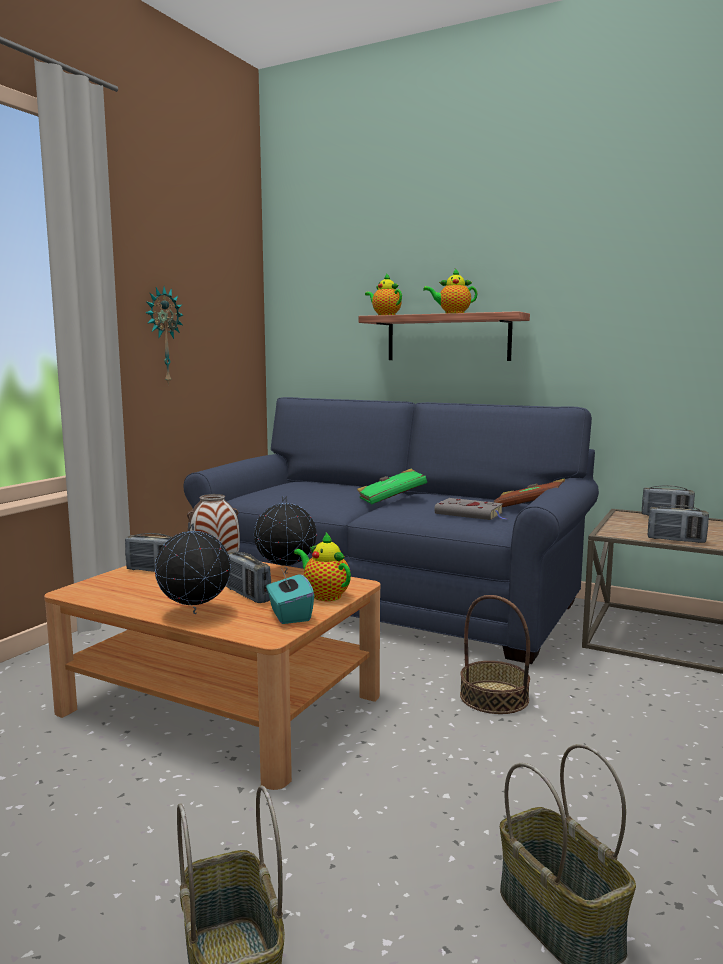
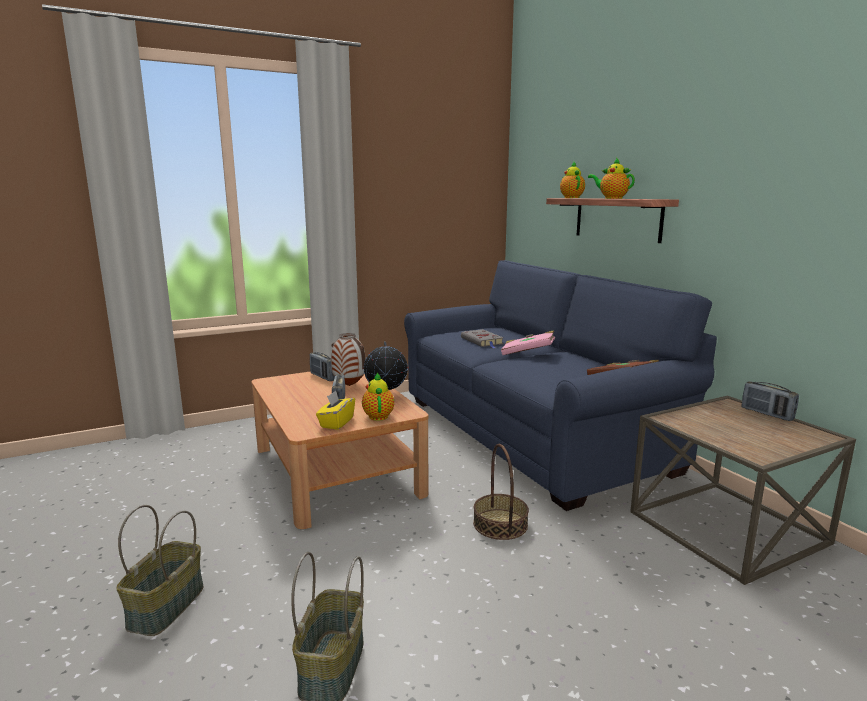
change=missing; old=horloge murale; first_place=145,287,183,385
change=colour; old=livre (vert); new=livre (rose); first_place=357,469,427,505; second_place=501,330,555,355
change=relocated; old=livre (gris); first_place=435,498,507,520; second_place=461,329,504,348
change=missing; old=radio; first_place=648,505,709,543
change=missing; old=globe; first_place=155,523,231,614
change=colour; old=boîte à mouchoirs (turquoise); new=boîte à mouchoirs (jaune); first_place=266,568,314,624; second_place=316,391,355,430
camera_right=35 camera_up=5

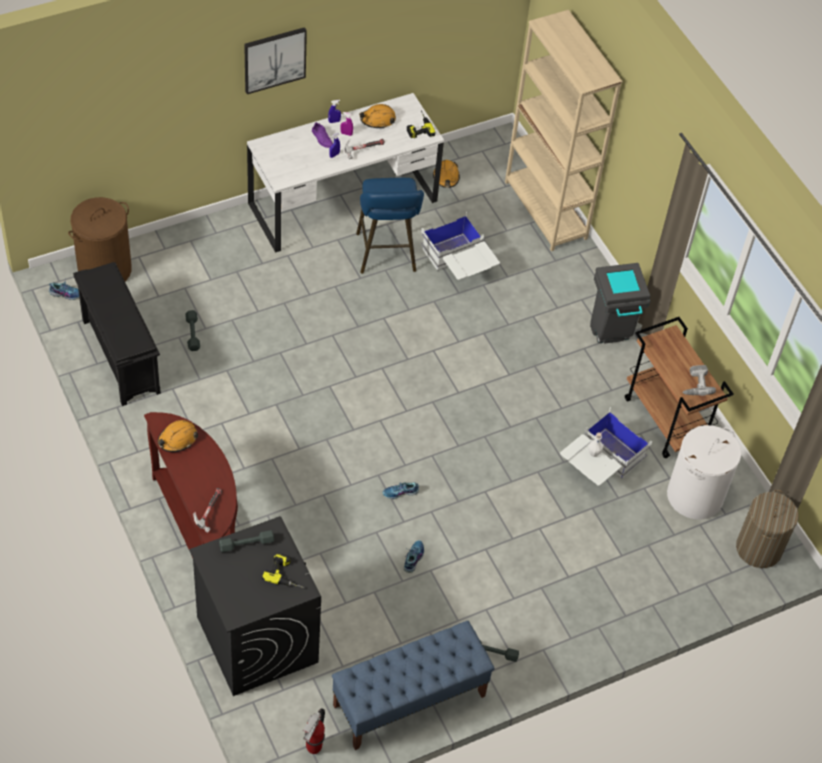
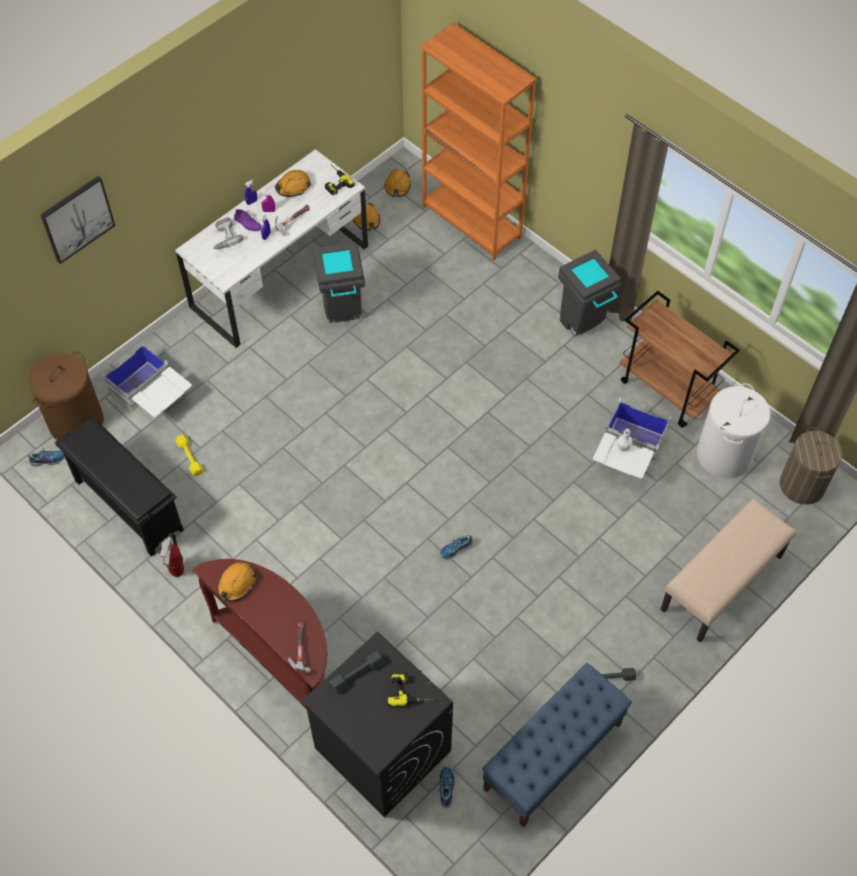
change=colour; old=bibliothèque (beige); new=bibliothèque (orange); first_place=505,10,622,251; second_place=421,22,537,260
change=relocated; old=tableau; first_place=244,27,307,94; second_place=40,176,115,264
change=exchanged; old=tabouret (bleu); new=poubelle (gris); first_place=356,178,424,274; second_place=313,242,365,322
change=relocated; old=boîte de rangement (blanc); first_place=421,212,500,280; second_place=101,341,192,417
change=colour; old=haltère (gris); new=haltère (jaune); first_place=185,310,200,351; second_place=175,434,204,476
change=relocated; old=perceuse; first_place=682,365,716,396; second_place=213,217,244,249
change=relocated; old=chaussure; first_place=404,540,424,573; second_place=438,766,455,808
change=relocated; old=extincteur; first_place=303,708,325,754; second_place=159,533,184,577
change=appeared; new=casque de chantier (orange); second_place=384,169,411,197
change=appeared; new=banc (beige); second_place=661,499,796,642
camera_right=-15 camera_up=5

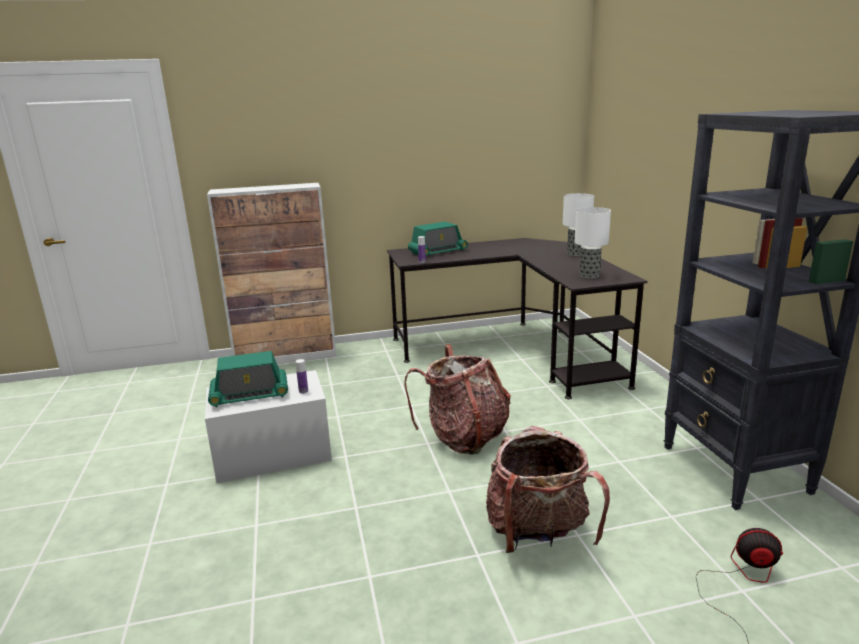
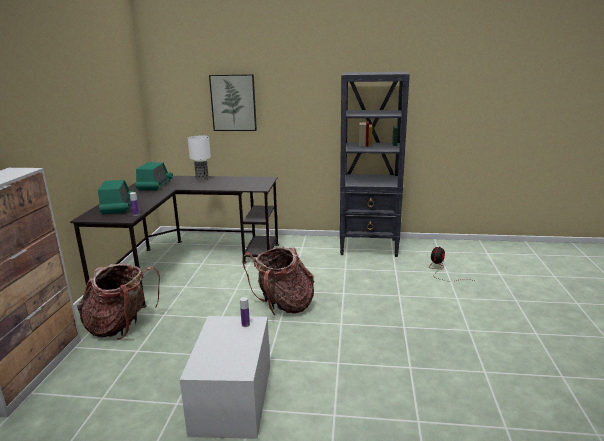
change=missing; old=lampe de table; first_place=575,207,611,278
change=relocated; old=radio; first_place=208,351,288,407; second_place=135,162,173,191
change=relocated; old=sac à dos; first_place=486,426,610,553; second_place=77,264,160,340
change=appeared; new=tableau; second_place=209,74,257,131
camera_right=-70 camera_up=0

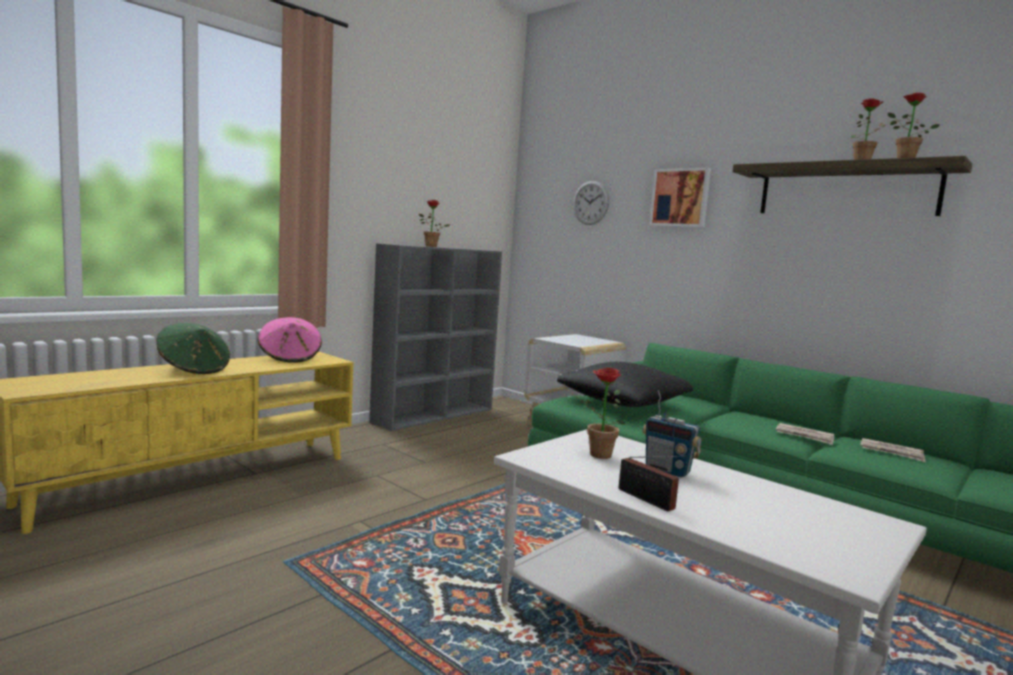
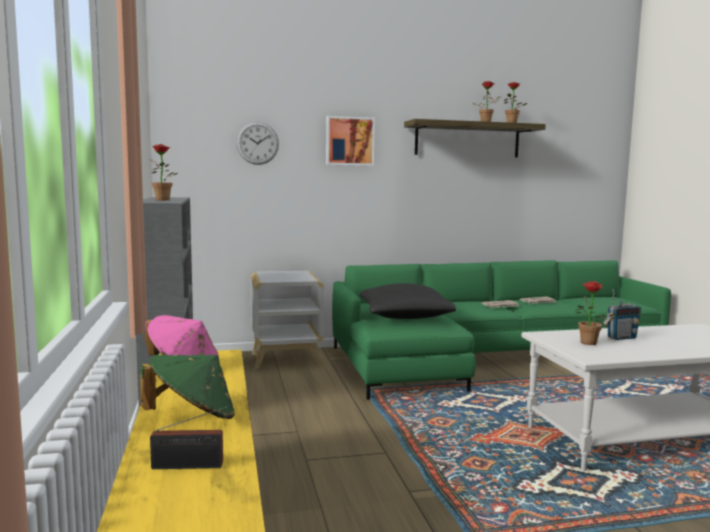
change=relocated; old=radio; first_place=618,455,687,511; second_place=150,406,230,469
camera_right=-55 camera_up=0

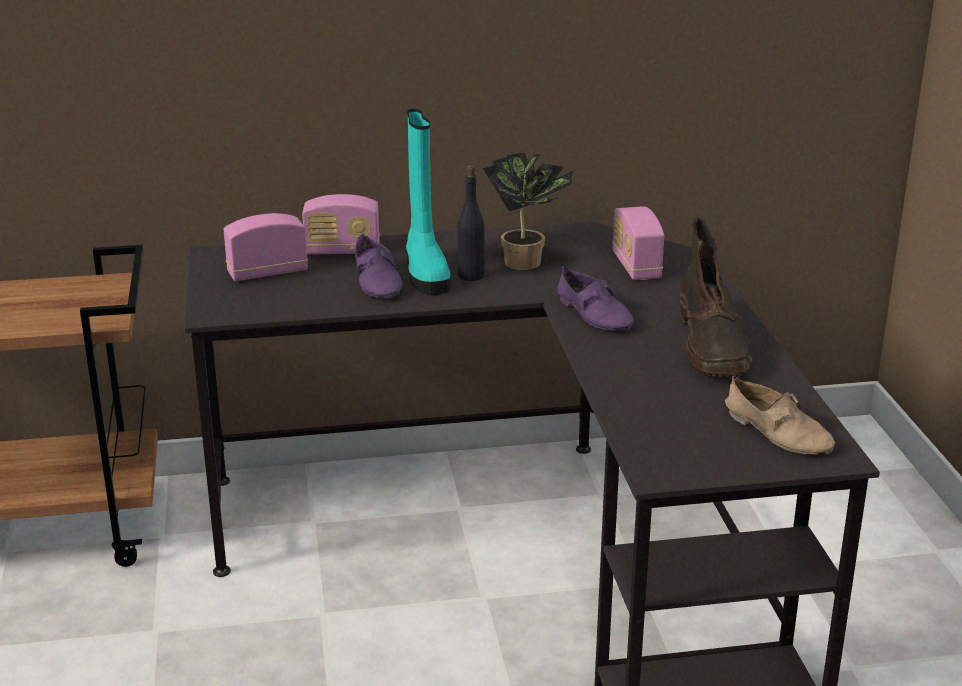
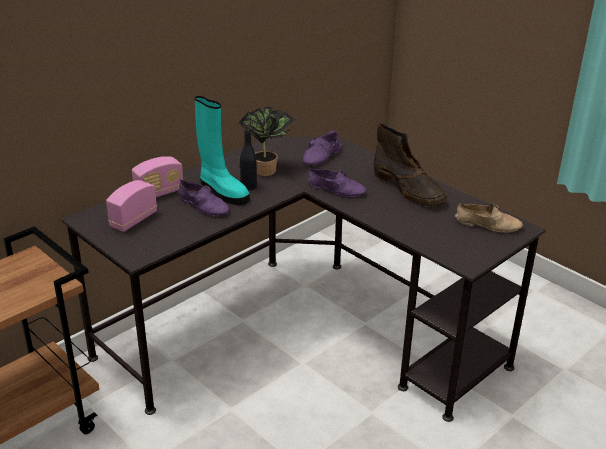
change=exchanged; old=radio; new=chaussure (violet); first_place=612,206,664,280; second_place=303,130,341,166
camera_right=-35 camera_up=5

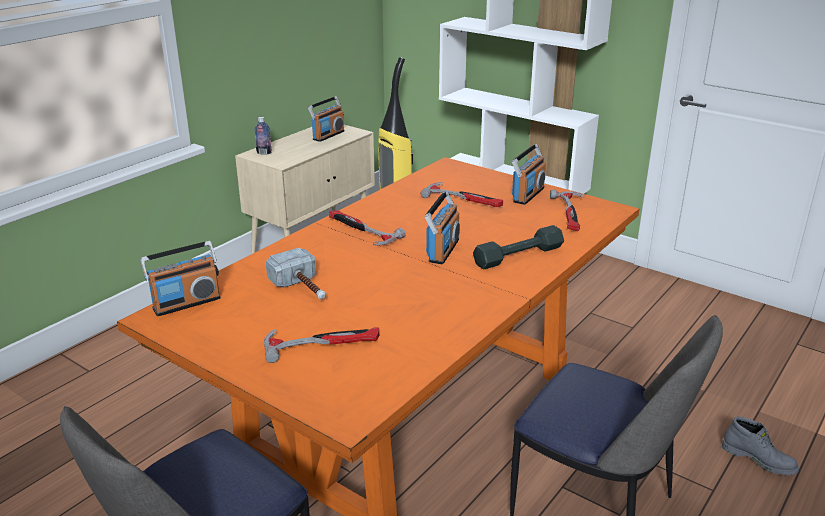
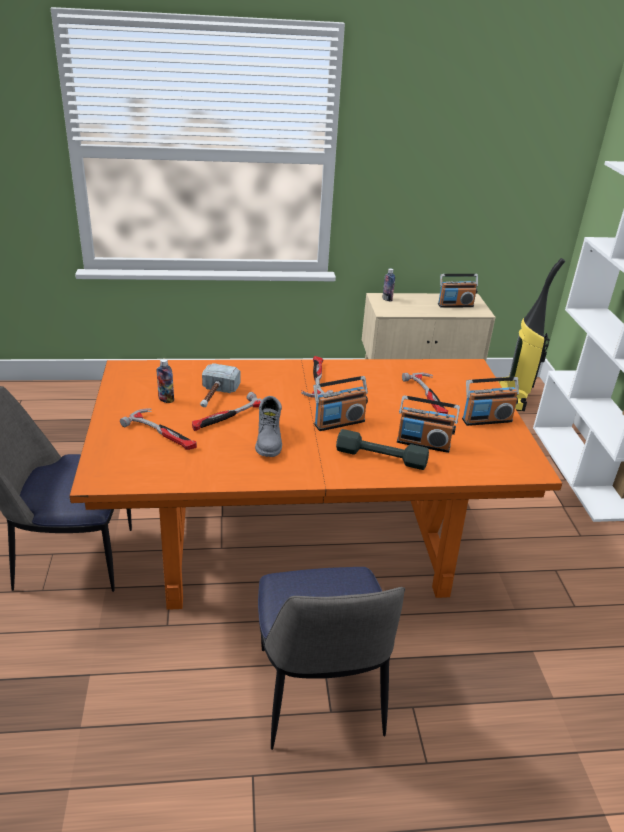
change=relocated; old=marteau; first_place=550,189,584,231; second_place=192,392,262,431
change=relocated; old=radio; first_place=140,241,221,316; second_place=397,395,460,453
change=relocated; old=botte (gris); first_place=722,417,799,475; second_place=255,396,282,457
change=appeared; new=bouteille; second_place=156,358,174,403
camera_right=45 camera_up=5

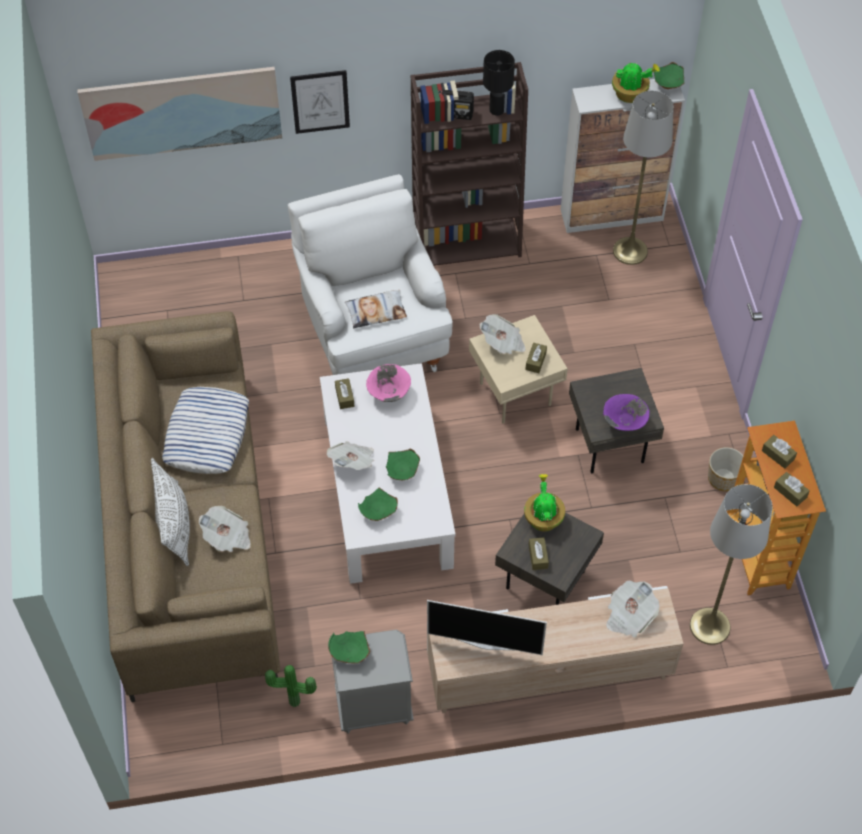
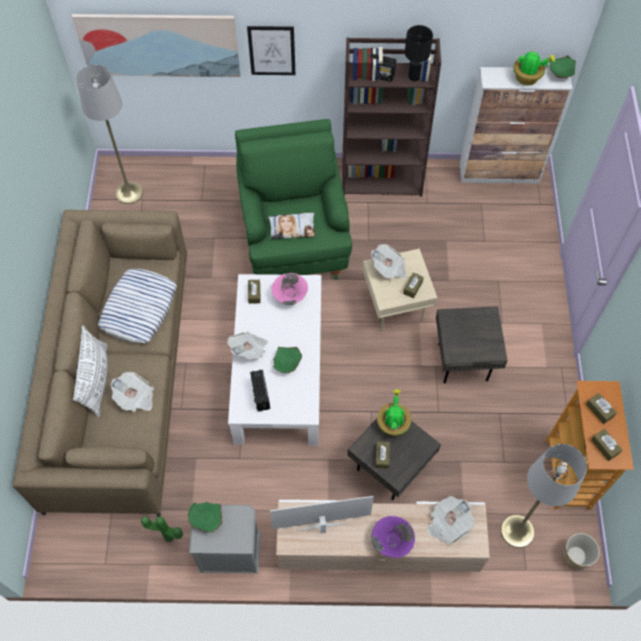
change=relocated; old=lampadaire (gris); first_place=613,91,674,265; second_place=76,65,143,204
change=colour; old=fauteuil (blanc); new=fauteuil (vert); first_place=288,174,453,375; second_place=235,119,352,280
change=relocated; old=bol (violet); first_place=603,394,649,431; second_place=371,516,415,558
change=relocated; old=cache-pot; first_place=708,447,744,491; second_place=562,533,600,570
change=exchanged; old=bol (vert); new=radio; first_place=358,487,398,521; second_place=250,370,270,411
change=spun; old=téléviseur; first_place=427,600,547,655; second_place=270,496,374,534; degrees=150
camera_right=10 camera_up=5

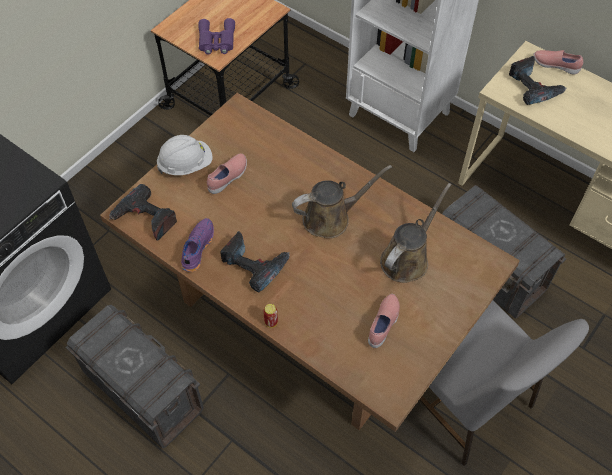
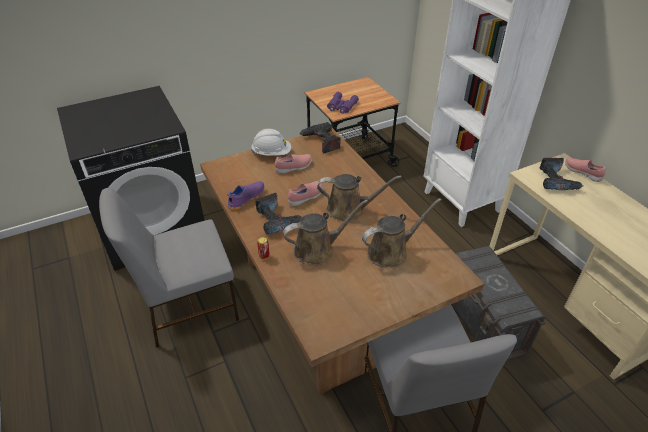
change=relocated; old=perceuse; first_place=109,184,177,241; second_place=300,122,341,153
change=relocated; old=chaussure (rose); first_place=368,294,400,348; second_place=288,181,323,206
change=exchanged; old=boîte de rangement (gris); new=chaise (gris); first_place=66,305,204,449; second_place=99,188,239,348
change=appeared; new=arrosoir (marron); second_place=283,199,368,265
camera_right=25 camera_up=-15

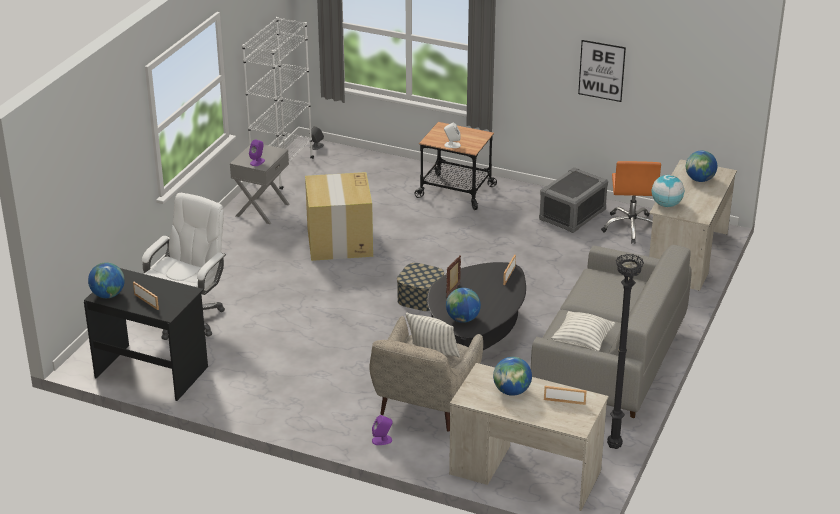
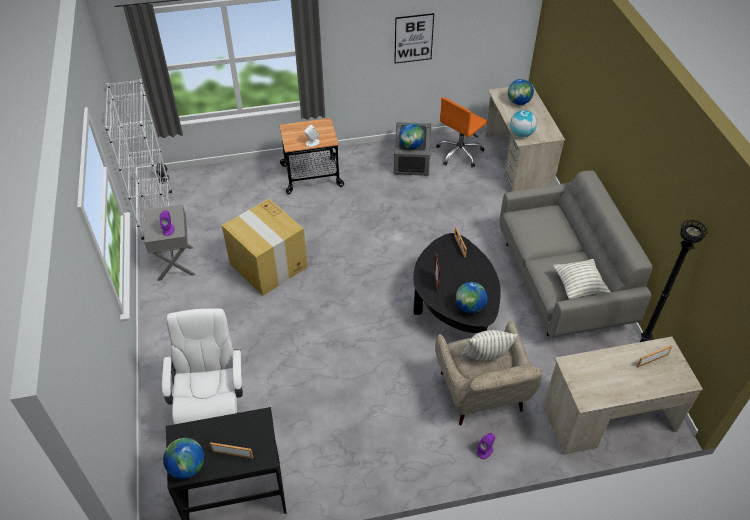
change=spun; old=chaise de bureau (orange); first_place=601,161,661,244; second_place=436,97,488,168; degrees=75
change=missing; old=boîte de rangement; first_place=397,263,444,311
change=relocated; old=globe; first_place=493,357,532,396; second_place=399,123,425,149
camera_right=-35 camera_up=15

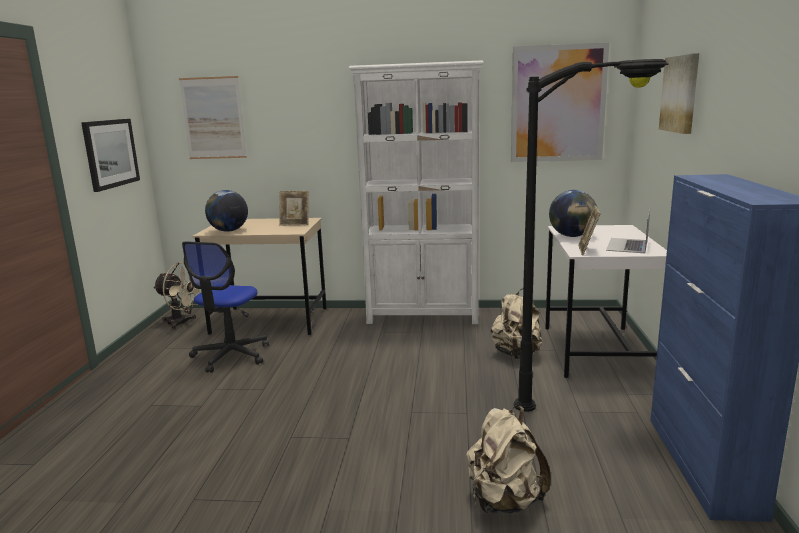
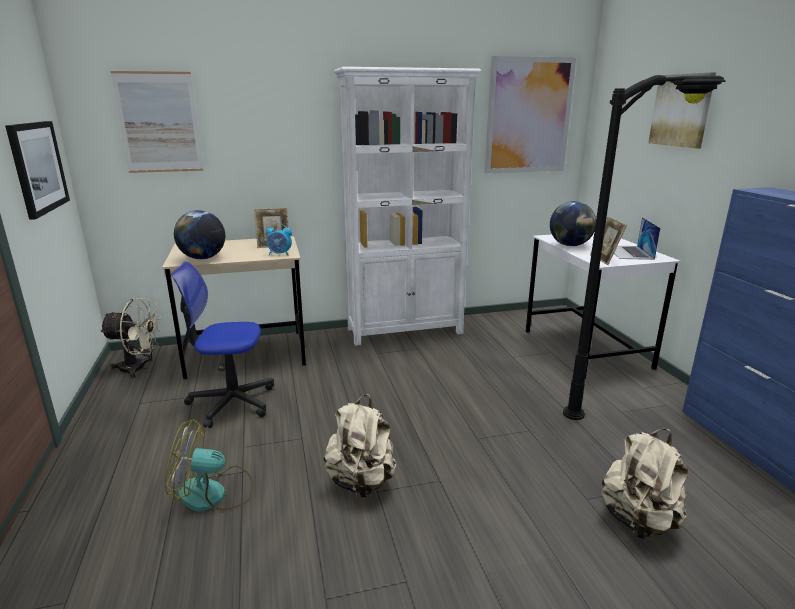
change=spun; old=chaise de bureau; first_place=182,241,269,373; second_place=171,262,274,428; degrees=90
change=relocated; old=sac à dos (beige); first_place=491,289,543,359; second_place=324,394,396,497
change=appeared; new=réveil; second_place=266,223,292,255
change=appeared; new=ventilateur; second_place=165,419,253,512
camera_right=-20 camera_up=5

